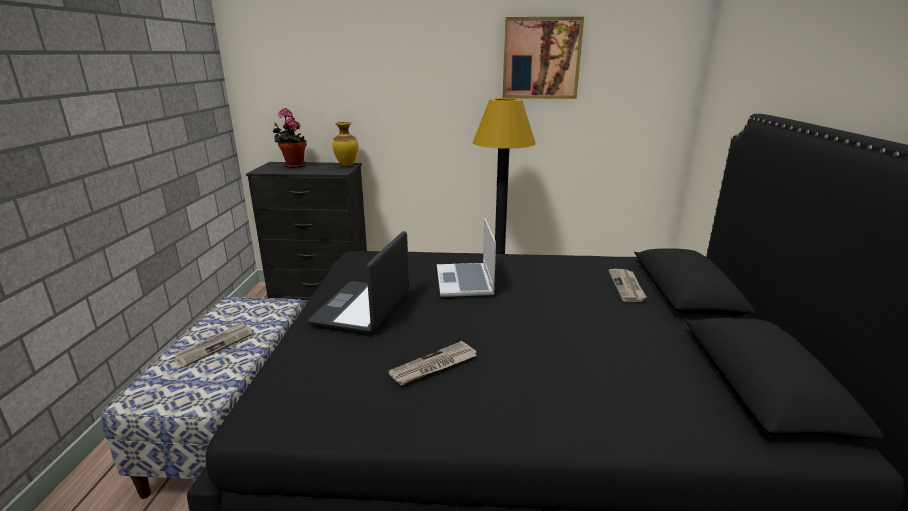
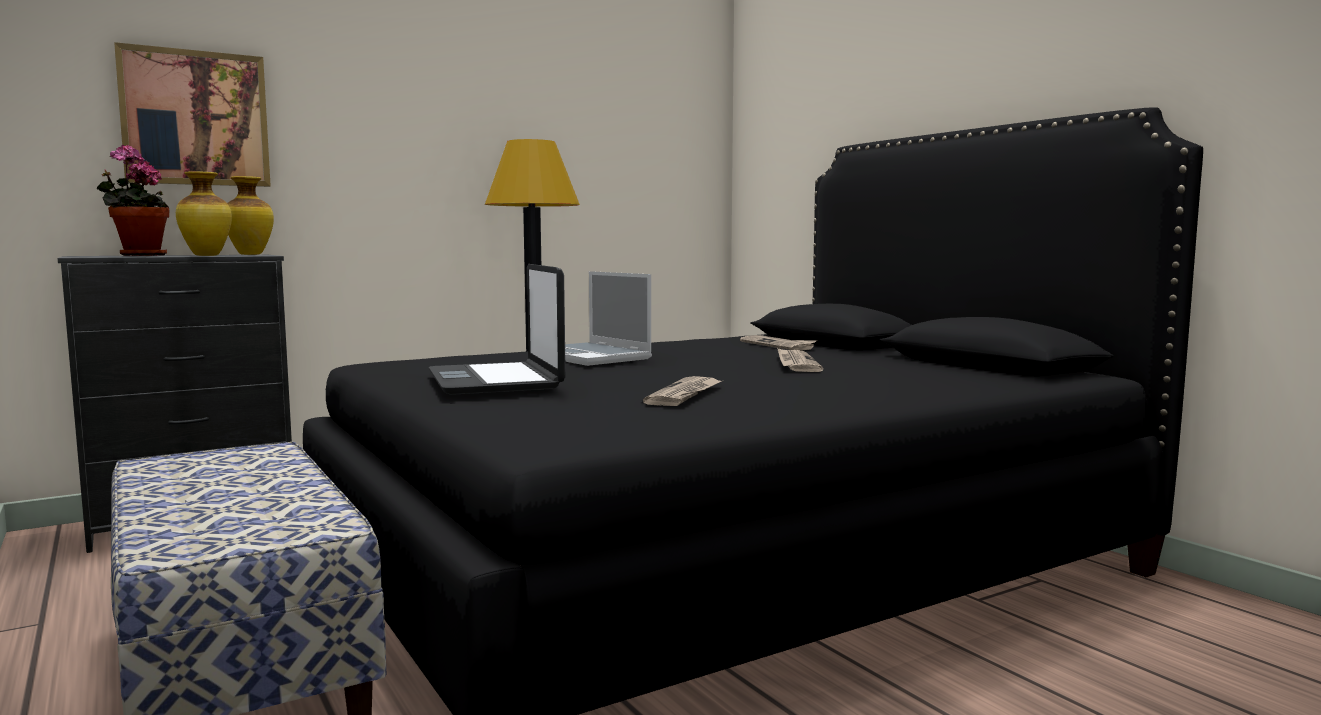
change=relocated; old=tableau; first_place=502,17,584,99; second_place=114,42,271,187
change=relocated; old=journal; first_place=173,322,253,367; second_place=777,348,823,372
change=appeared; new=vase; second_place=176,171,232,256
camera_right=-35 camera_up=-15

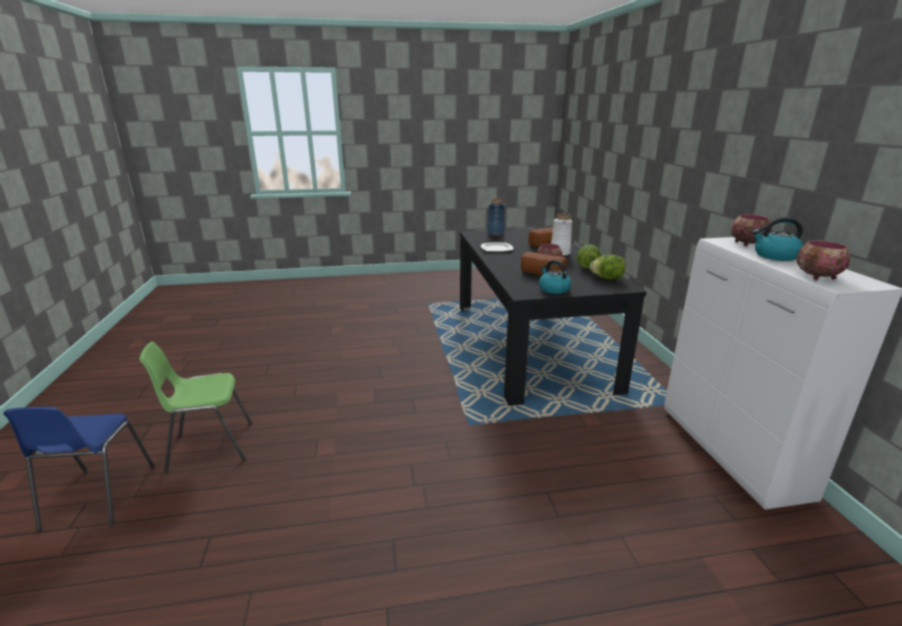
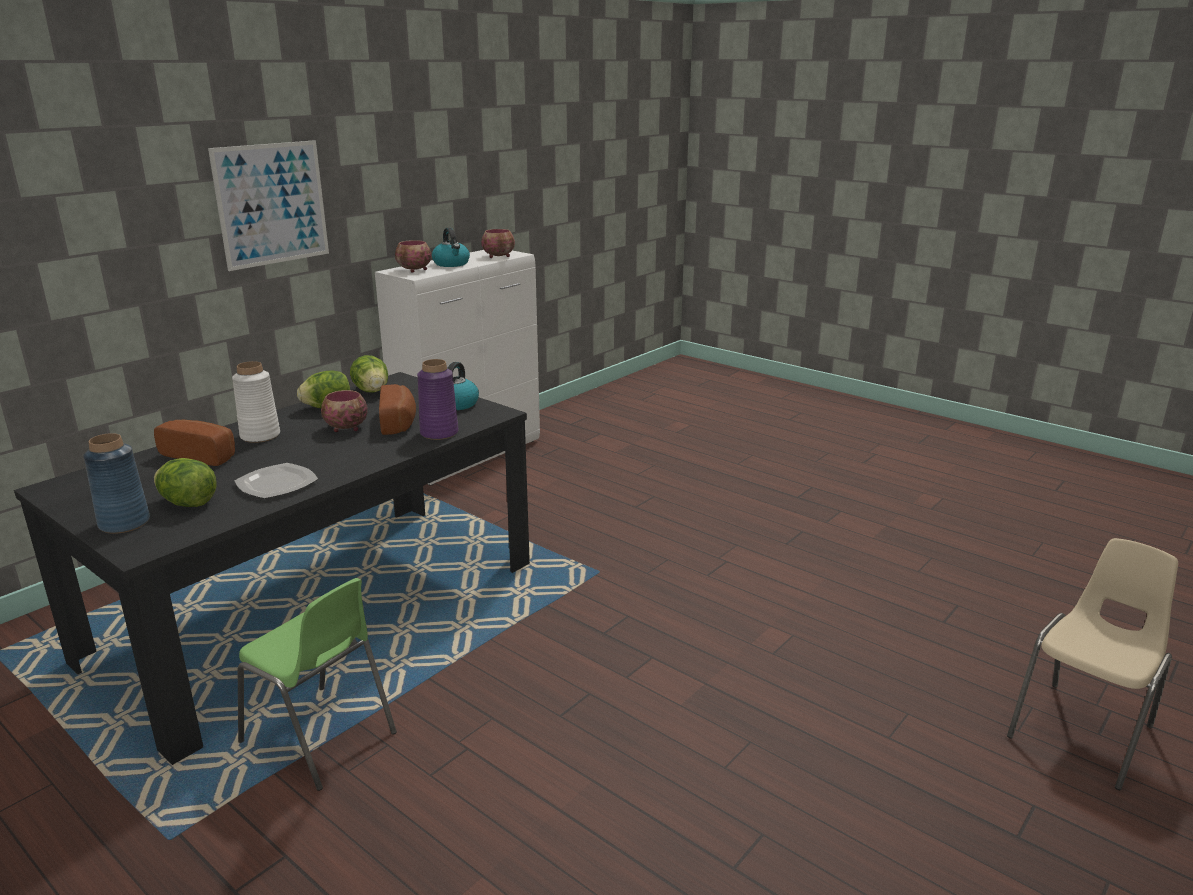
change=relocated; old=chaise (vert); first_place=139,342,252,472; second_place=238,578,397,791
change=colour; old=chaise (bleu); new=chaise (beige); first_place=3,407,155,531; second_place=1007,538,1178,790
change=appeared; new=tableau; second_place=208,140,329,271
change=appeared; new=vase (violet); second_place=417,359,459,440
change=appeared; new=laitue; second_place=154,458,216,507
camera_right=-130 camera_up=0

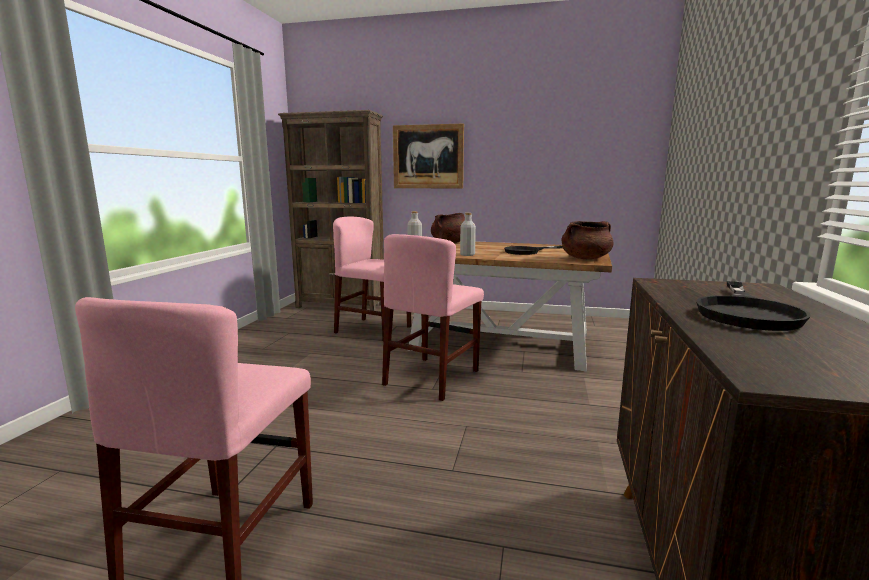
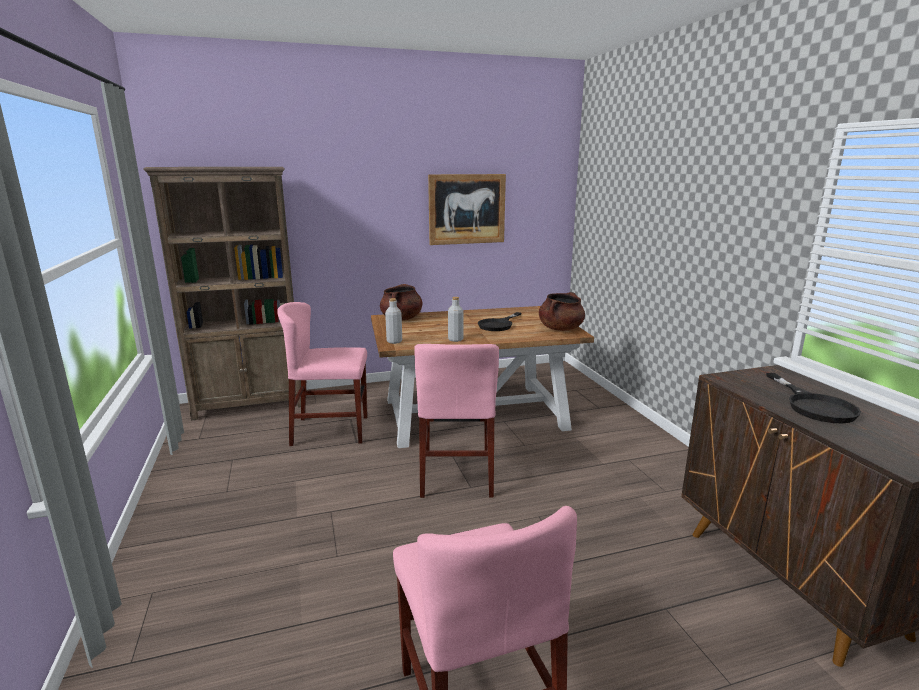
change=relocated; old=tableau; first_place=393,123,464,188; second_place=428,174,506,245
camera_right=-30 camera_up=5

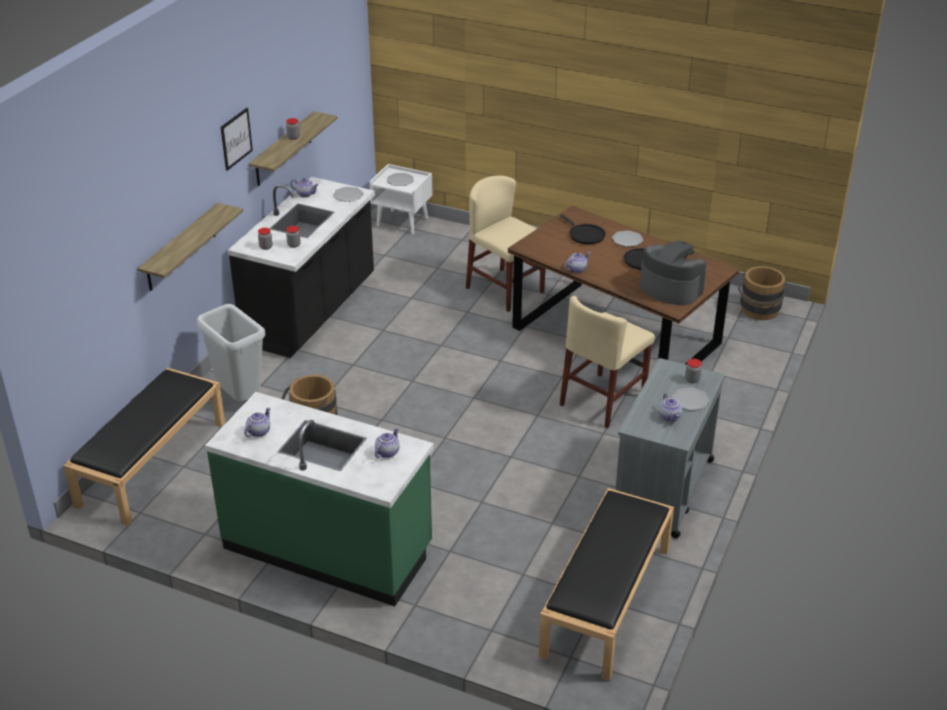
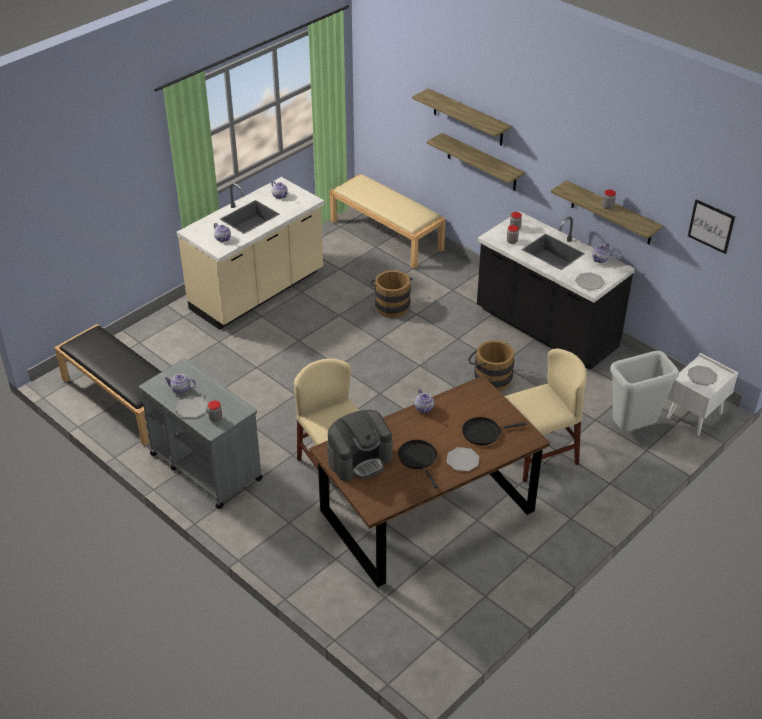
change=relocated; old=tableau; first_place=221,108,253,171; second_place=688,199,735,254
change=relocated; old=seau (marron); first_place=738,266,789,320; second_place=468,340,515,391
change=relocated; old=poubelle (gris); first_place=197,304,265,401; second_place=610,351,679,431
change=colour; old=banc (noir); new=banc (beige); first_place=63,368,225,526; second_place=330,174,446,269
change=colour; old=comptoir de cuisine (vert); new=comptoir de cuisine (beige); first_place=205,392,434,606; second_place=177,177,324,330
change=appeared; new=étagère; second_place=412,88,511,146
camera_right=110 camera_up=5

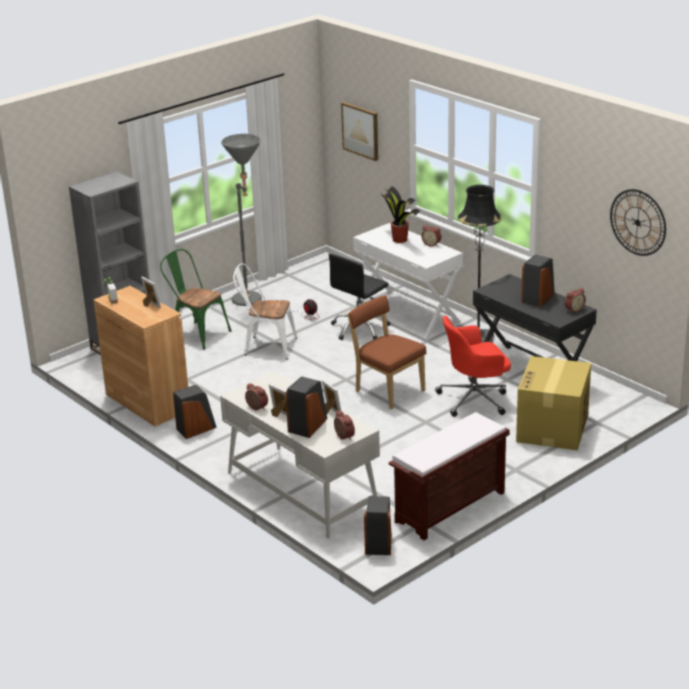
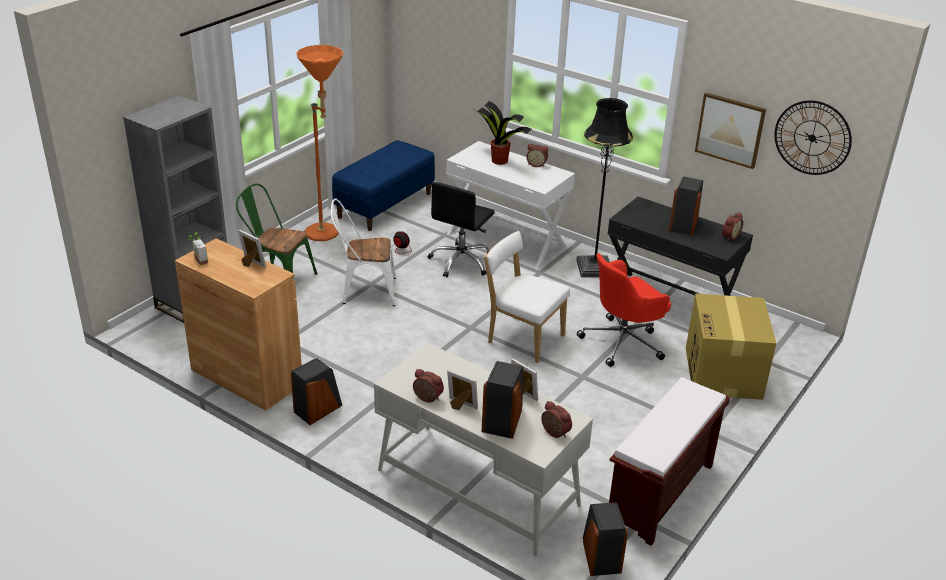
change=relocated; old=tableau; first_place=341,102,378,161; second_place=695,93,766,169
change=colour; old=lampadaire (gris); new=lampadaire (orange); first_place=222,134,262,306; second_place=297,45,343,241
change=colour; old=chaise (marron); new=chaise (blanc); first_place=347,295,426,409; second_place=484,231,570,363
change=appeared; new=banc (bleu); second_place=332,140,435,231
camera_right=-15 camera_up=5

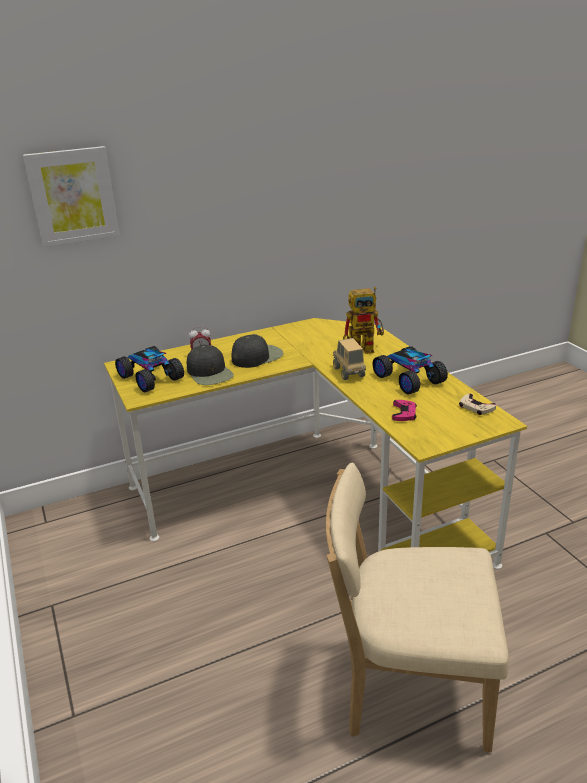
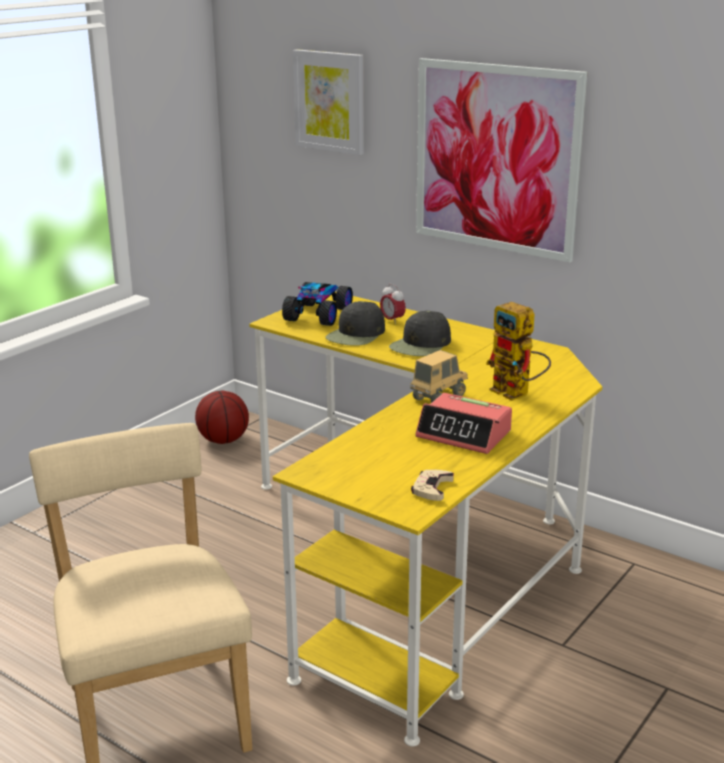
change=spun; old=casquette (noir); first_place=232,334,283,368; second_place=389,311,451,356; degrees=105
change=exchanged; old=petite voiture; new=réveil; first_place=373,346,448,394; second_place=415,393,512,454
change=missing; old=manette (rose); first_place=392,400,417,421
change=appeared; new=tableau; second_place=416,58,587,262
change=appeared; new=ballon de basket; second_place=195,390,249,444
camera_right=60 camera_up=-5

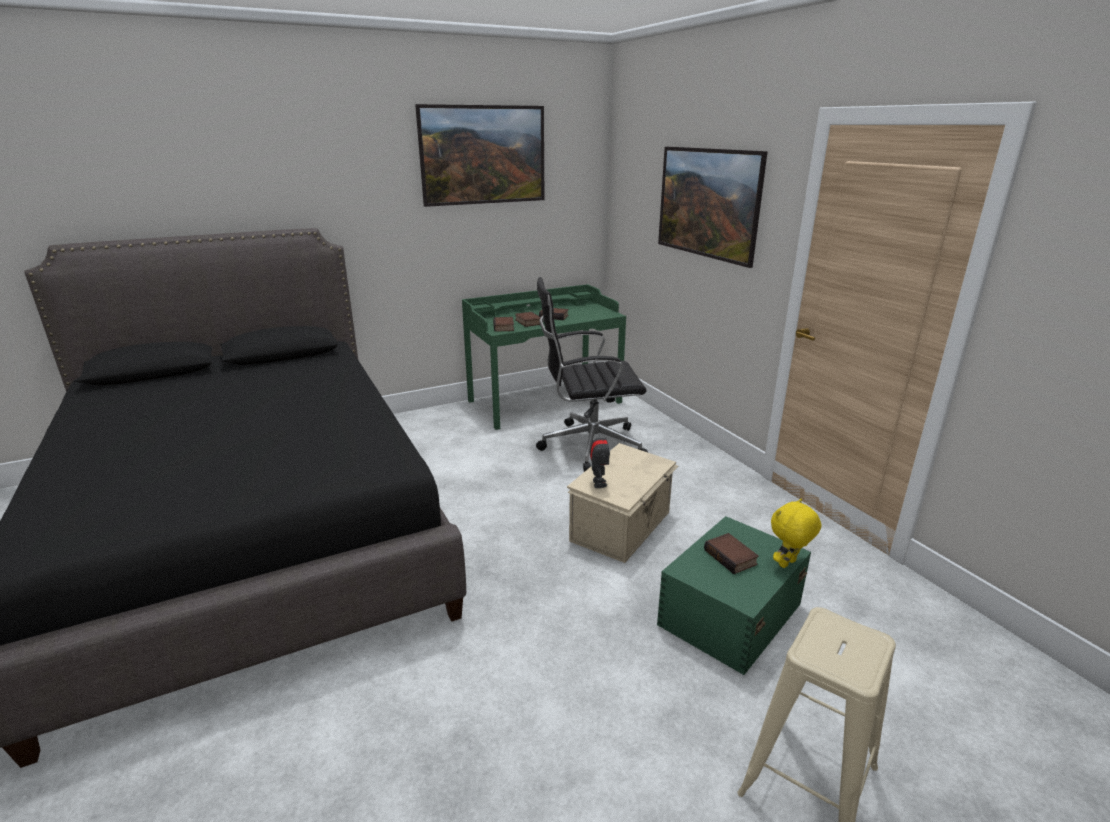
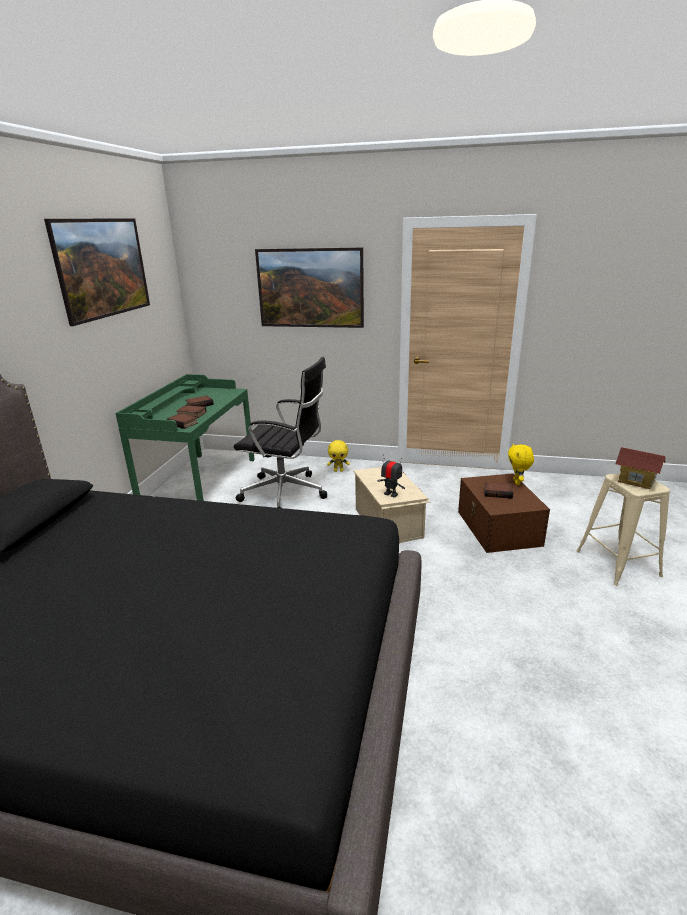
change=spun; old=chaise de bureau (noir); first_place=536,277,648,472; second_place=234,357,327,508; degrees=-105
change=colour; old=boîte de rangement (vert); new=boîte de rangement (marron); first_place=657,516,811,675; second_place=458,473,550,553
change=appeared; new=peluche (jaune); second_place=327,440,350,472
change=appeared; new=maison miniature; second_place=615,447,666,489
camera_right=-50 camera_up=0

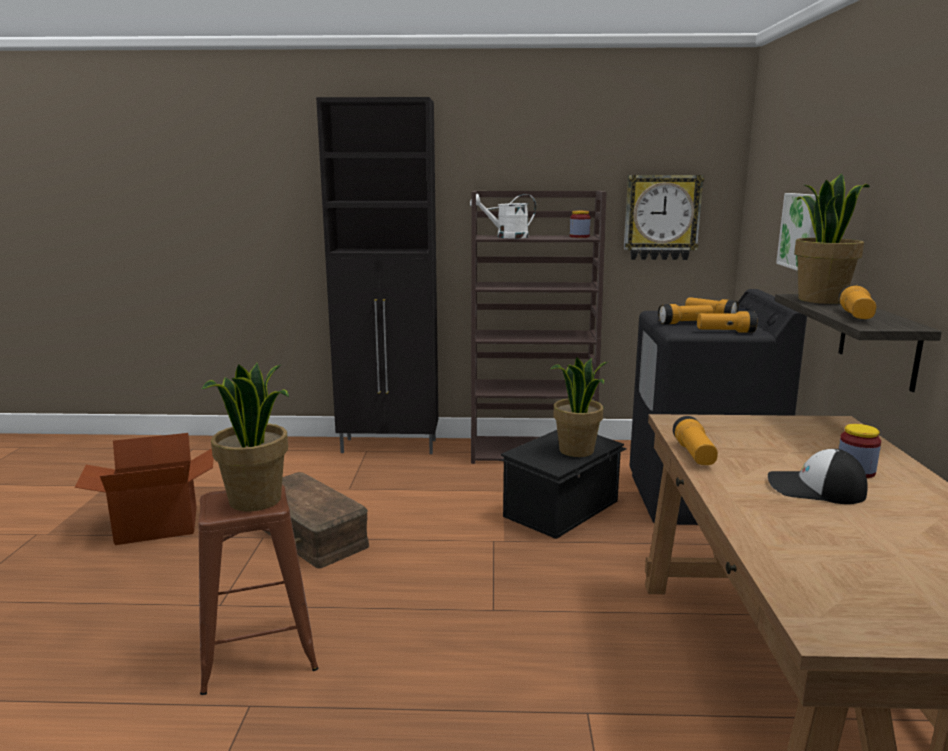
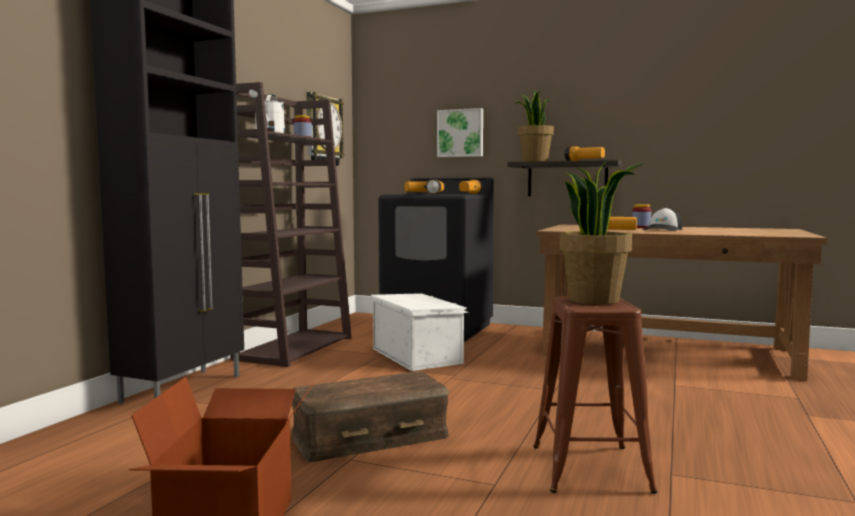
change=missing; old=plante en pot; first_place=550,357,608,457
change=colour; old=boîte de rangement (noir); new=boîte de rangement (blanc); first_place=501,430,627,539; second_place=371,293,469,371
camera_right=-70 camera_up=-10

